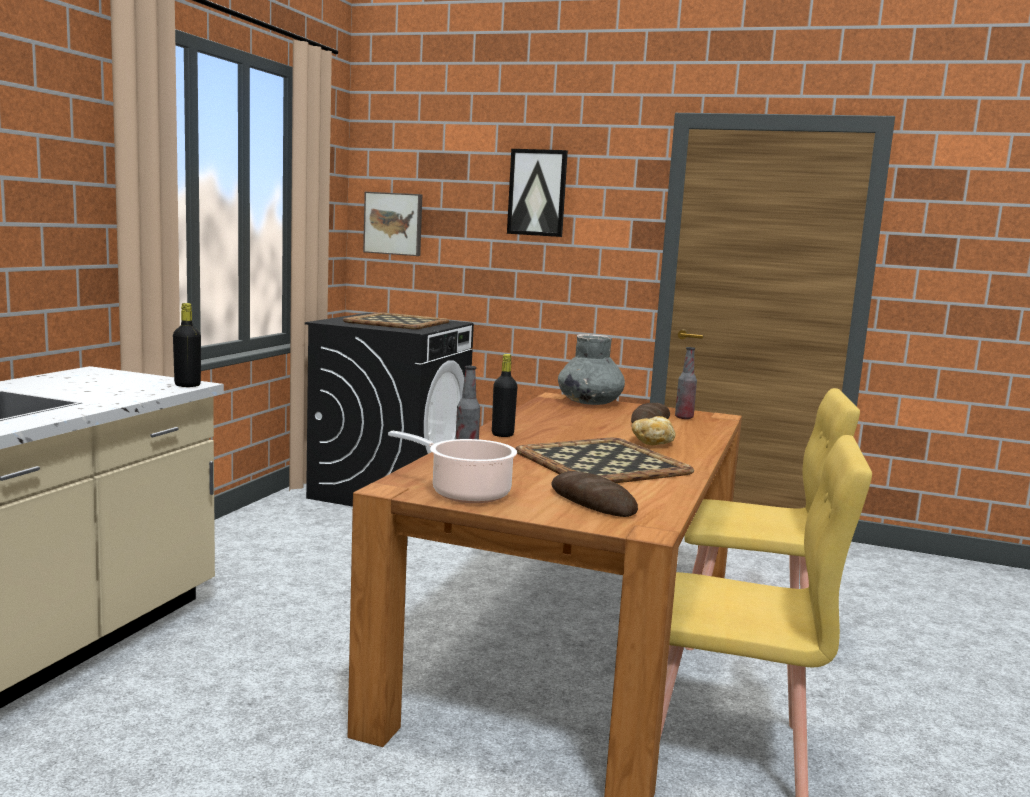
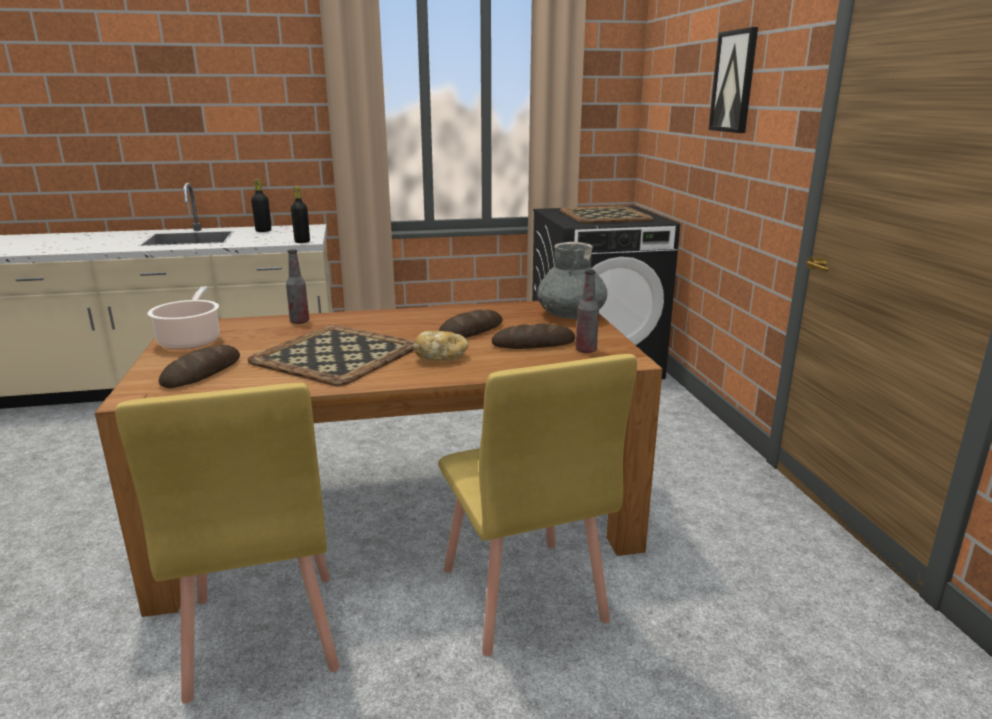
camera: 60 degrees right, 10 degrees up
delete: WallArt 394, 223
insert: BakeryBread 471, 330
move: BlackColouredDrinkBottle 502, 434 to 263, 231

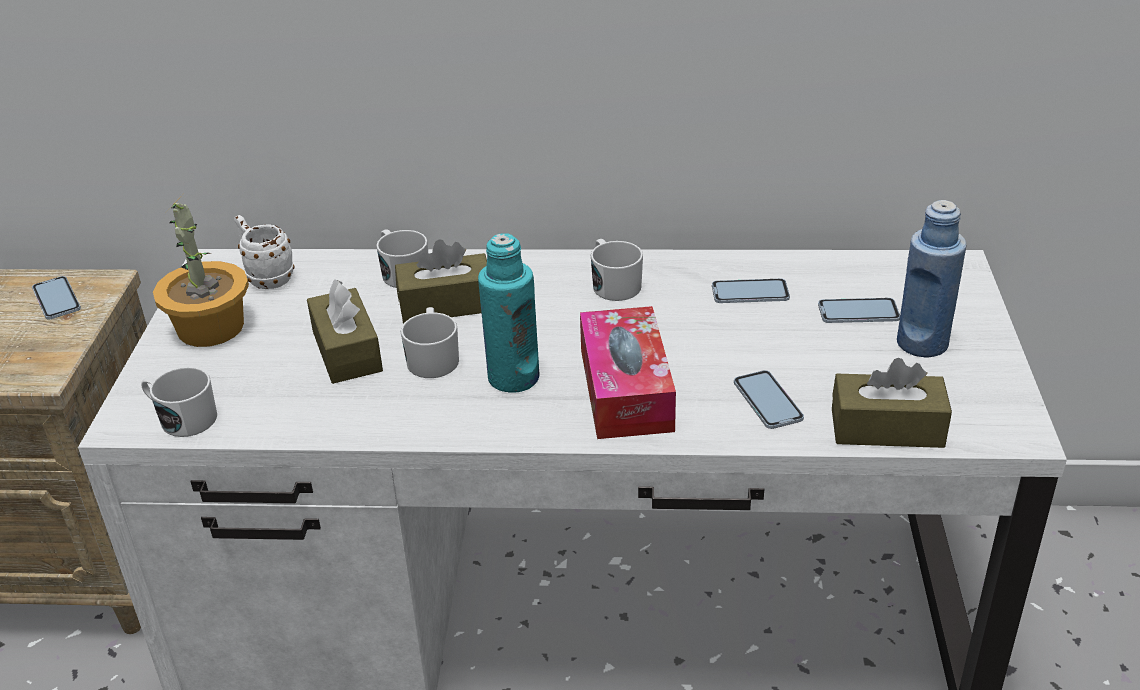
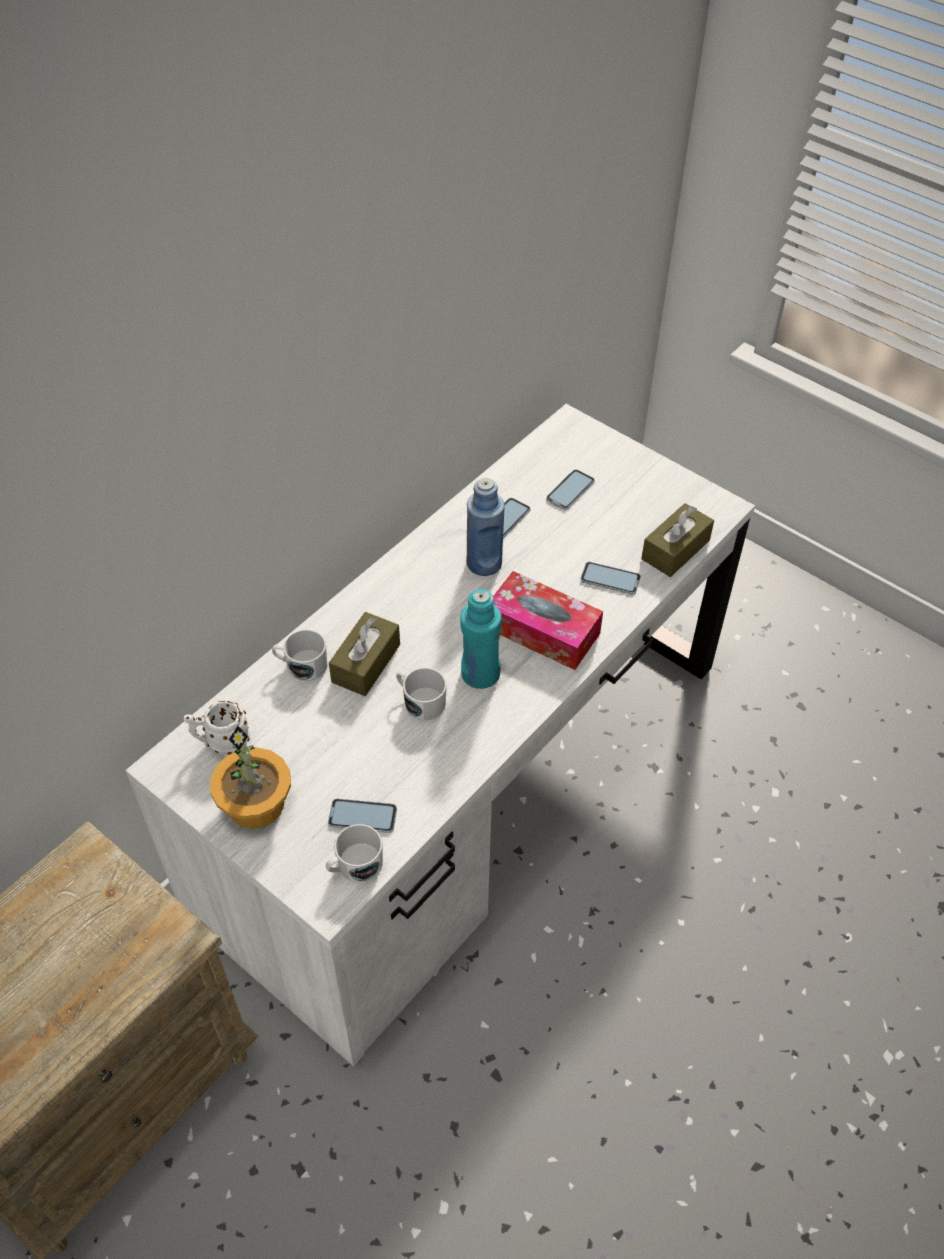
camera: 55 degrees left, 15 degrees up
delete: BrownTissueBox 347, 351; WhiteCoffeeMug 613, 284
move: Telephone 56, 299 to 362, 816; BluishDrinkBottle 922, 343 to 484, 563

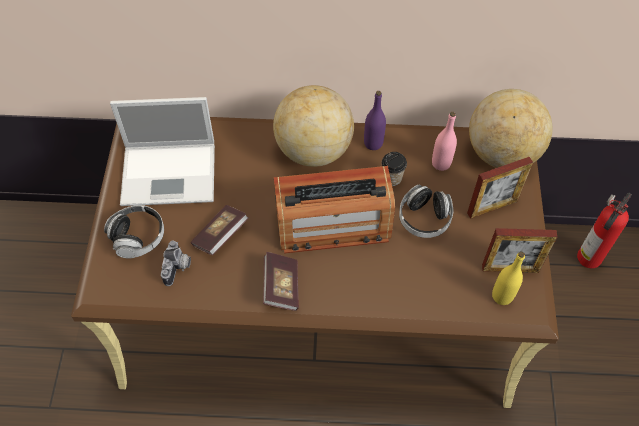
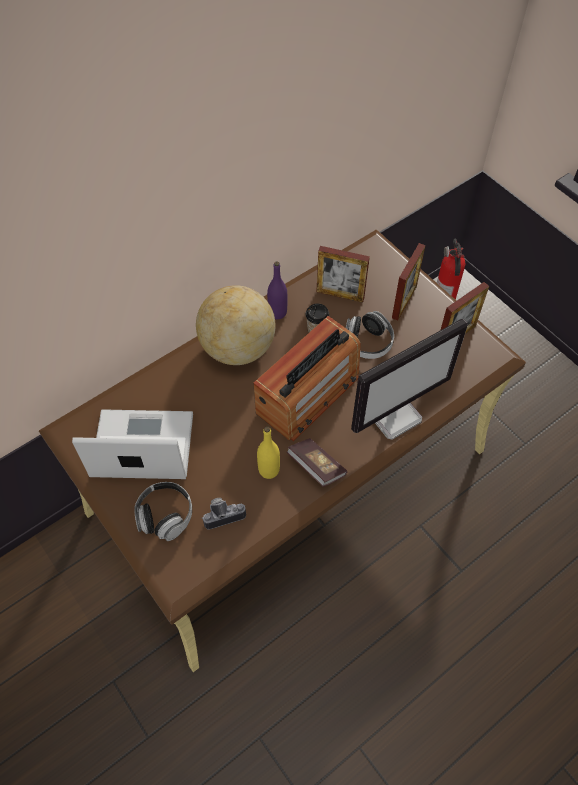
camera: 40 degrees left, 0 degrees up
delete: Volume 220, 236; DeskGlobe 502, 153
insert: Monitor 394, 414
move: YellowishDrinkBottle 502, 296 to 269, 470
replace: PinkDrinkBottle 441, 163 to PhotoFrame 340, 294
rotate: PortableComputer 171, 173 = 140, 446 135 degrees counterclockwise; PhotoCamera 178, 268 = 223, 514 75 degrees counterclockwise

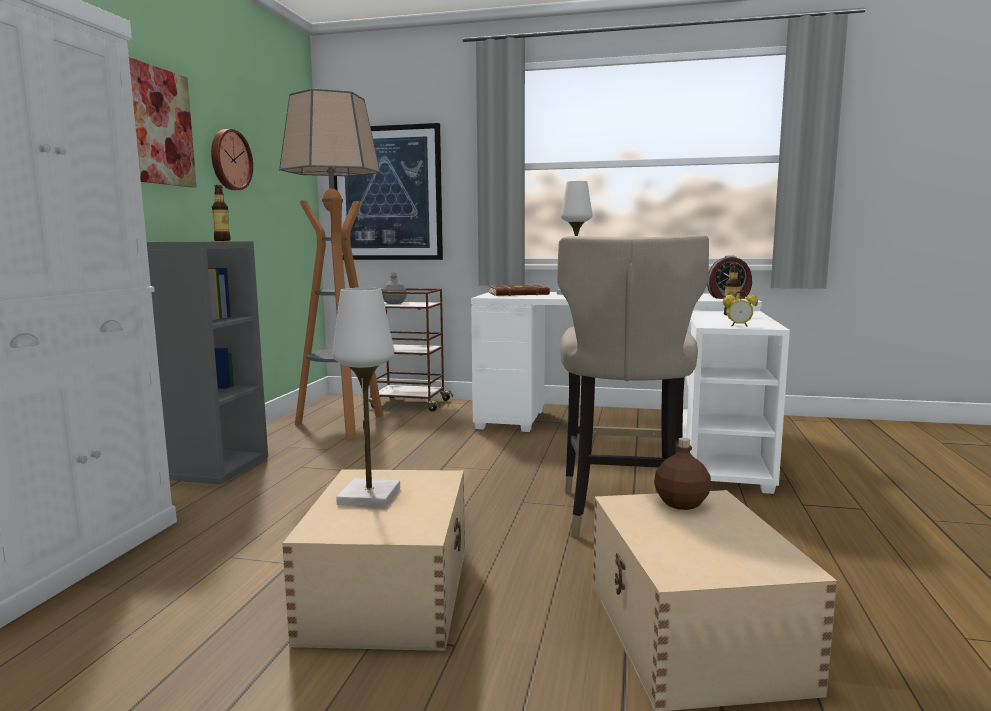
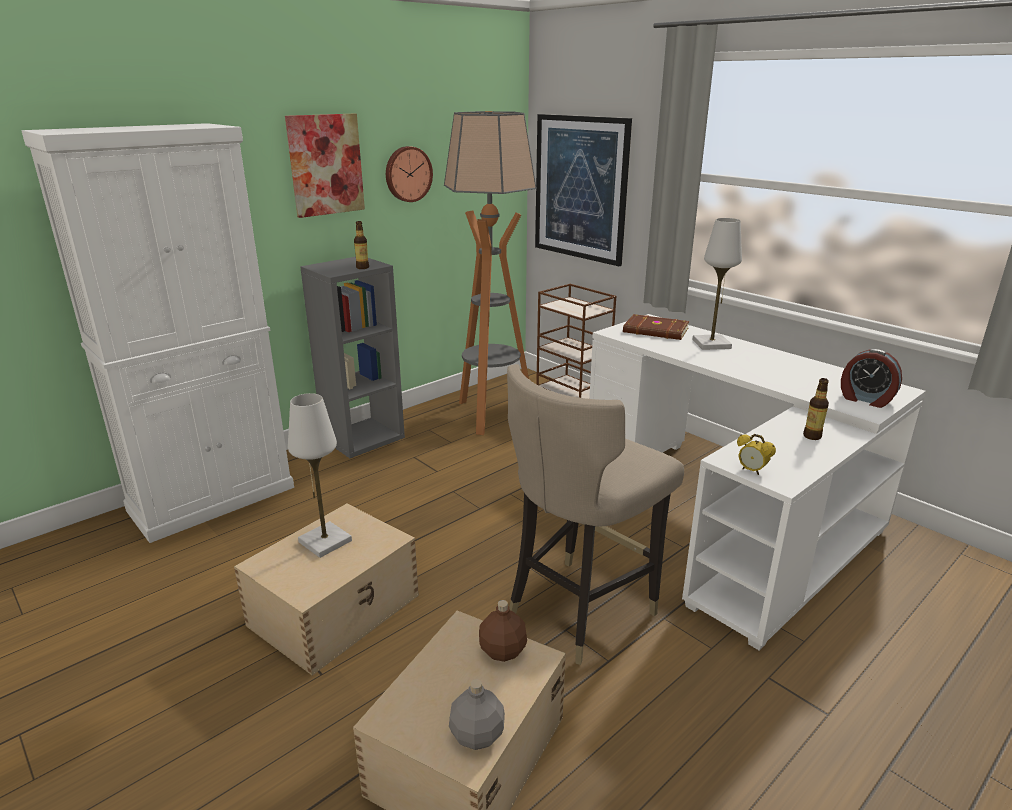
camera: 35 degrees right, 15 degrees up
move: GreyishDrinkBottle 394, 303 to 478, 734

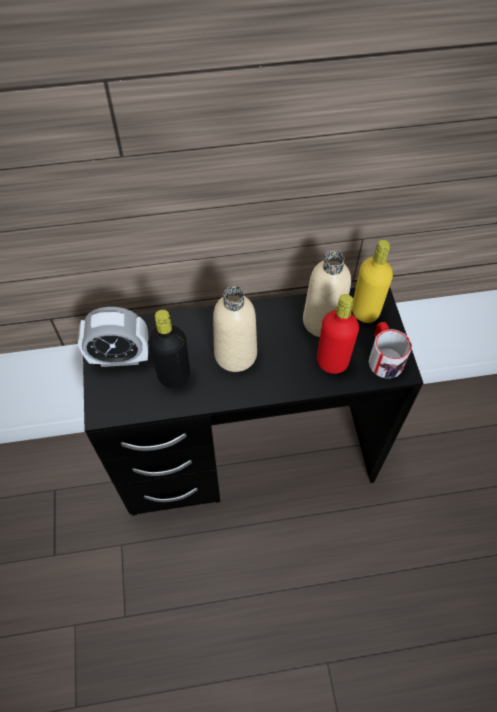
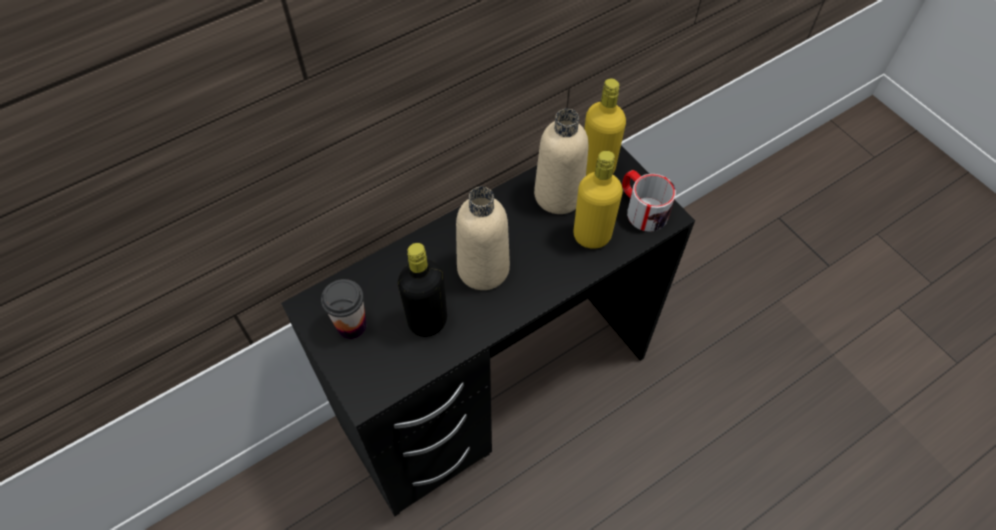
camera: 25 degrees left, 0 degrees up
replace: TableClock 120, 357 to SmallCup 351, 325
recolor: RedColouredDrinkBottle 332, 362 to YellowishDrinkBottle 592, 236

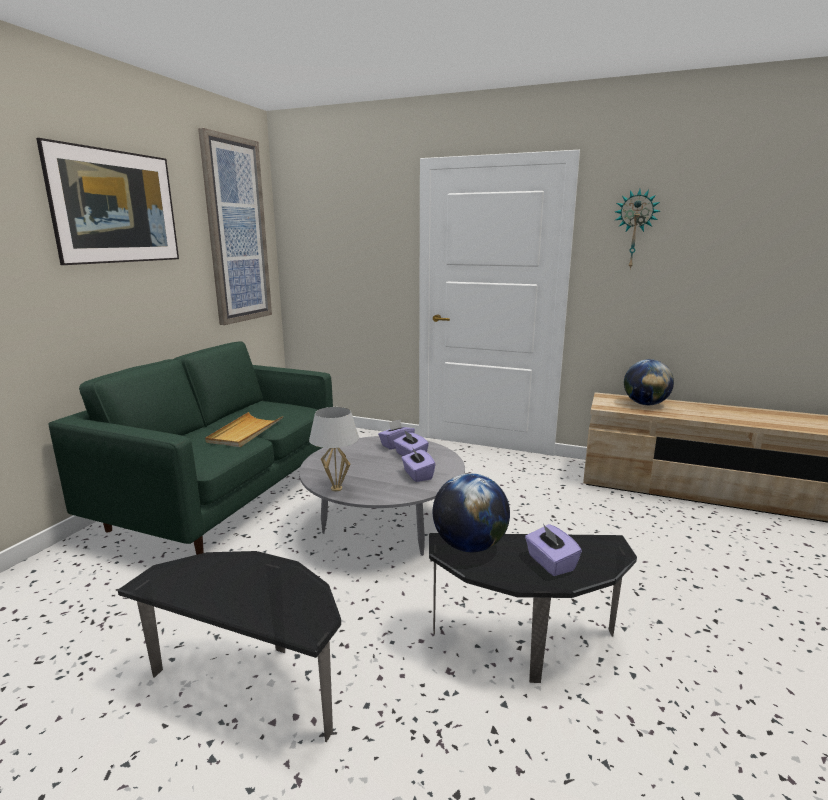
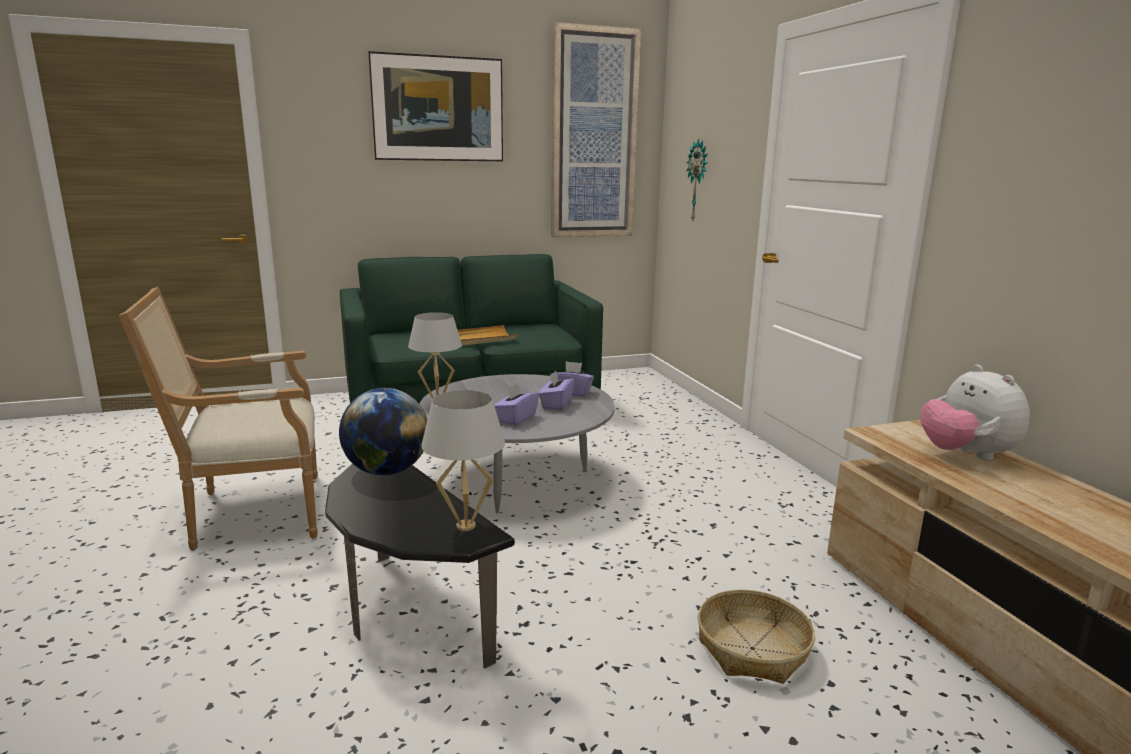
camera: 50 degrees right, 0 degrees up
delete: PurpleColouredTissueBox 550, 563
insert: WhiteLampForATable 466, 526; StorageBasket 753, 649
move: WallClock 634, 229 to 698, 181
replace: SideTable 252, 684 to Armchair 250, 514; DeskGlobe 645, 404 to CuddlyToy 966, 455

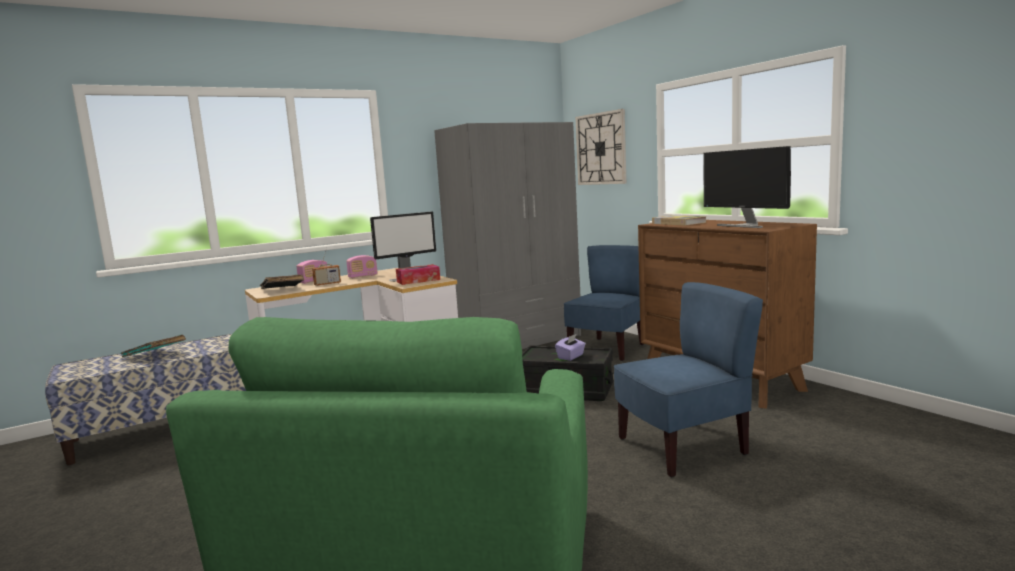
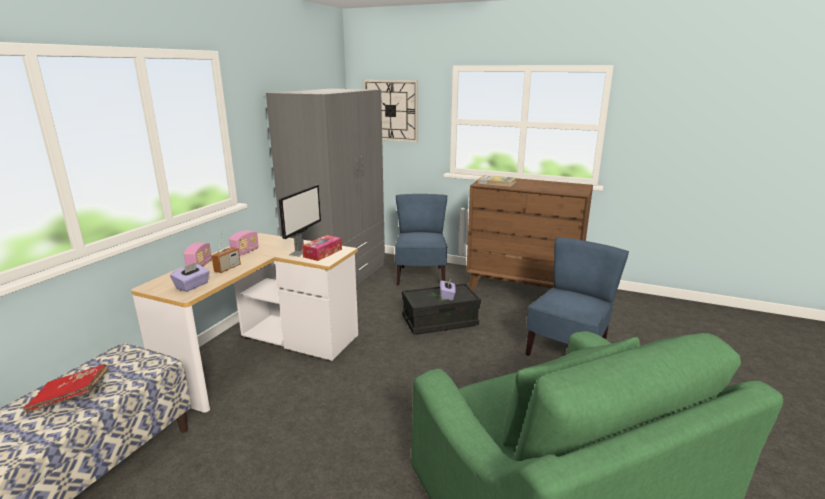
camera: 35 degrees left, 10 degrees up
delete: Monitor 744, 225
replace: BlackColouredVolume 282, 290 to PurpleColouredTissueBox 192, 286
recolor: BlueGreenVolume 155, 355 to RedColouredVolume 71, 397

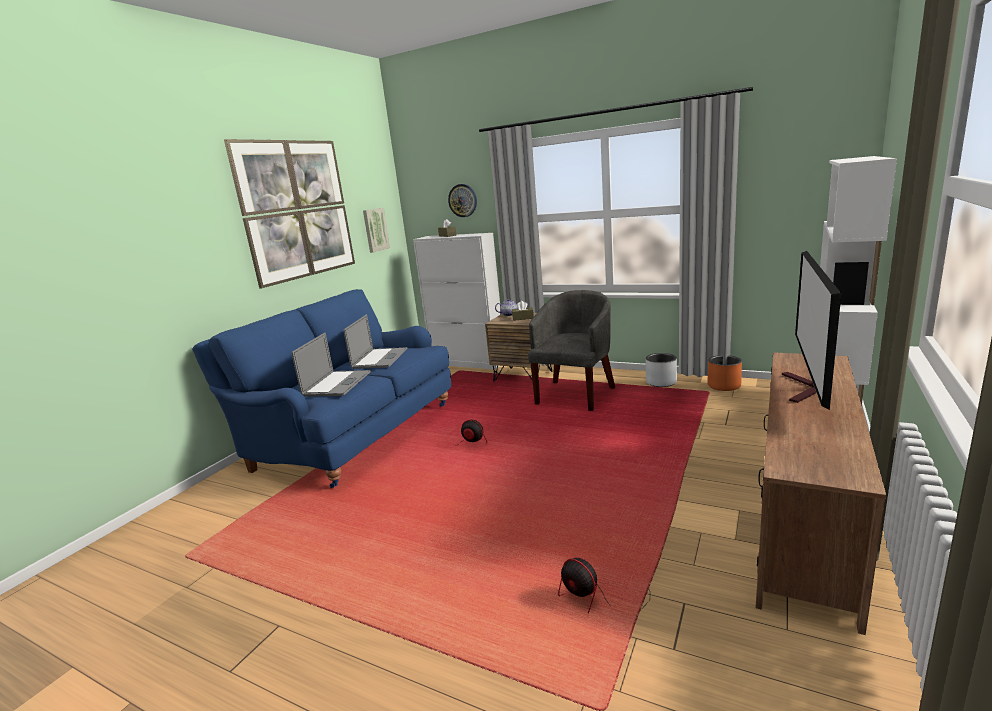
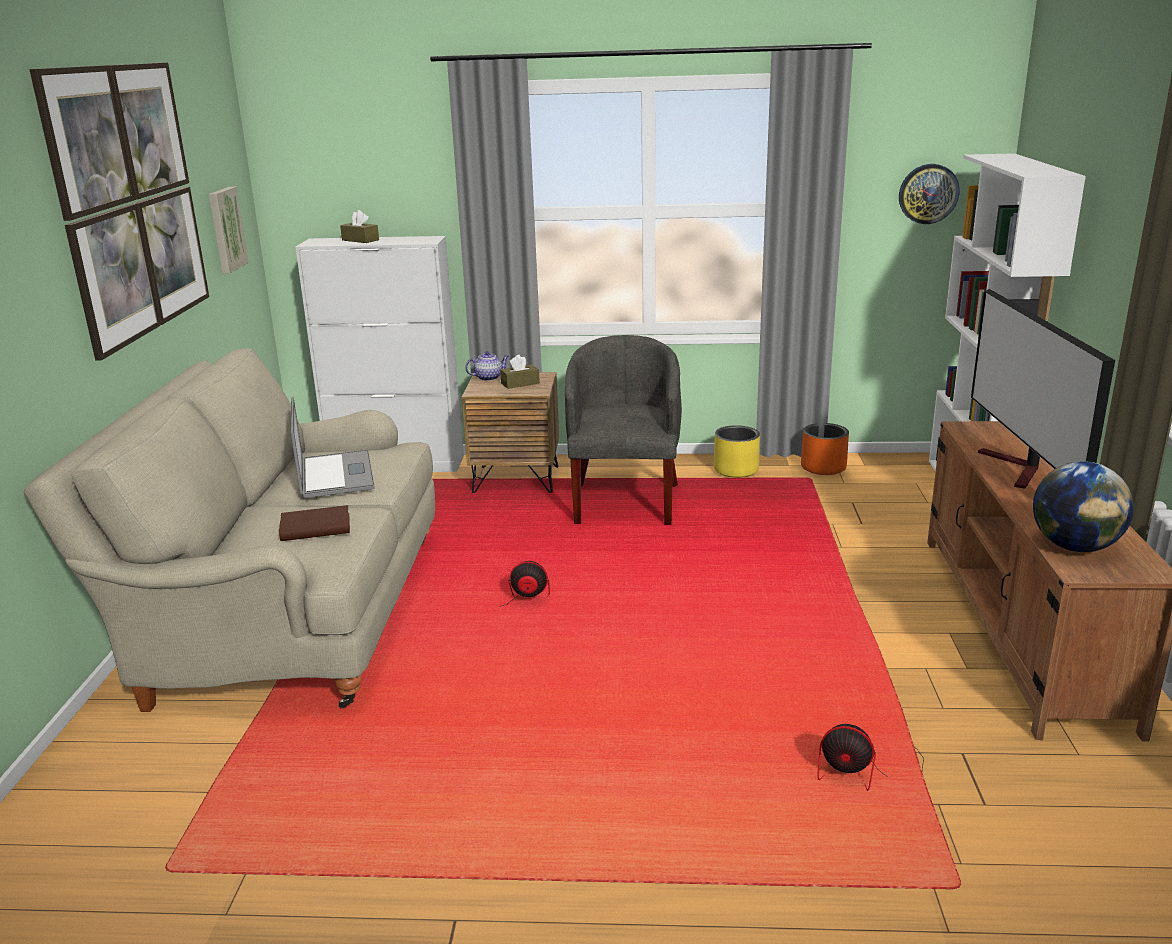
camera: 25 degrees left, 5 degrees up
insert: DeskGlobe 1075, 547
move: WallClock 463, 200 to 928, 193
replace: PortableComputer 337, 384 to BrownVolume 315, 528
recolor: BluishSettee 350, 434 to SandColouredSettee 286, 615; GreyishPlanter 661, 382 to YellowishPlanter 736, 470

